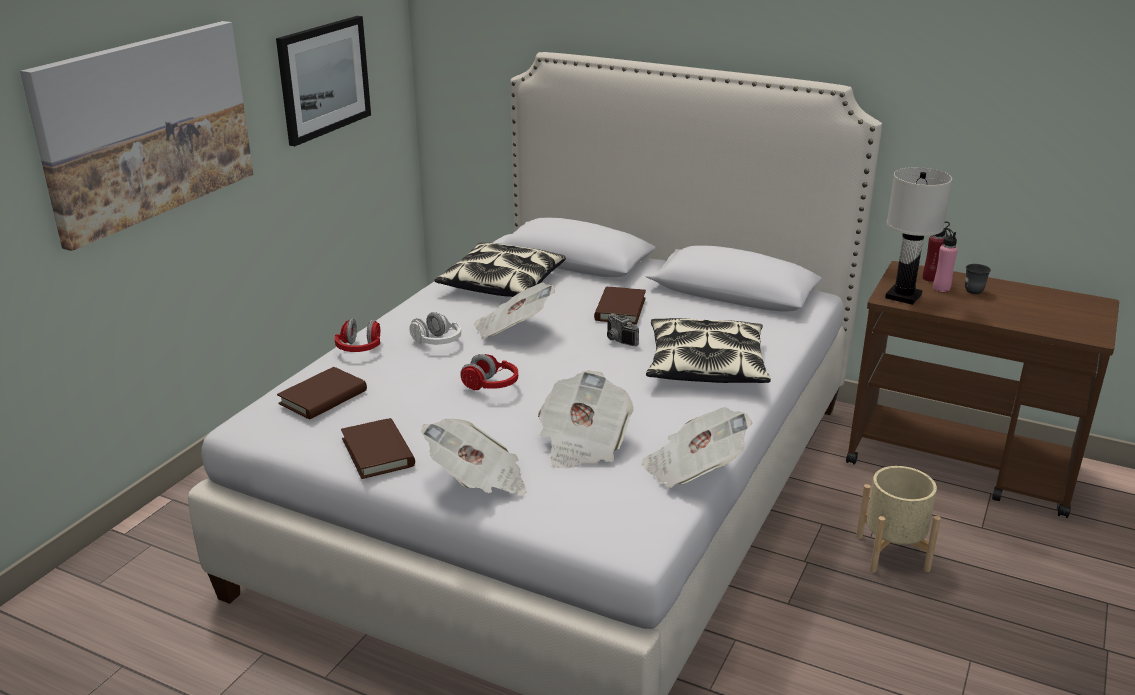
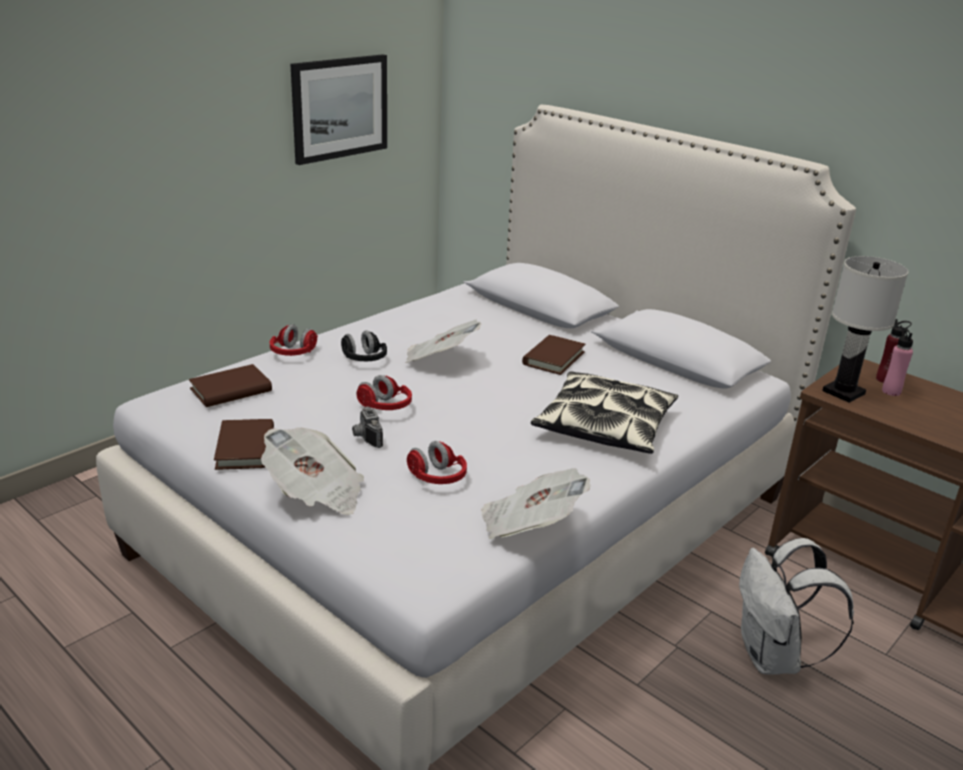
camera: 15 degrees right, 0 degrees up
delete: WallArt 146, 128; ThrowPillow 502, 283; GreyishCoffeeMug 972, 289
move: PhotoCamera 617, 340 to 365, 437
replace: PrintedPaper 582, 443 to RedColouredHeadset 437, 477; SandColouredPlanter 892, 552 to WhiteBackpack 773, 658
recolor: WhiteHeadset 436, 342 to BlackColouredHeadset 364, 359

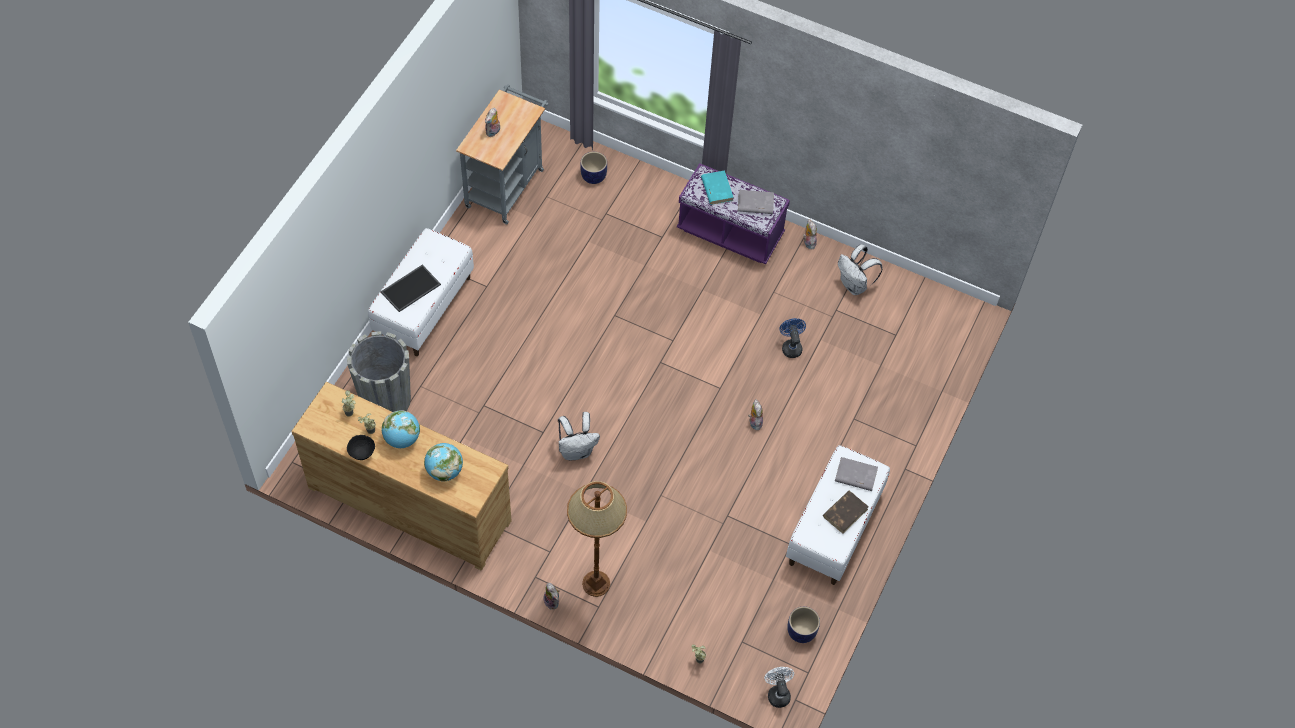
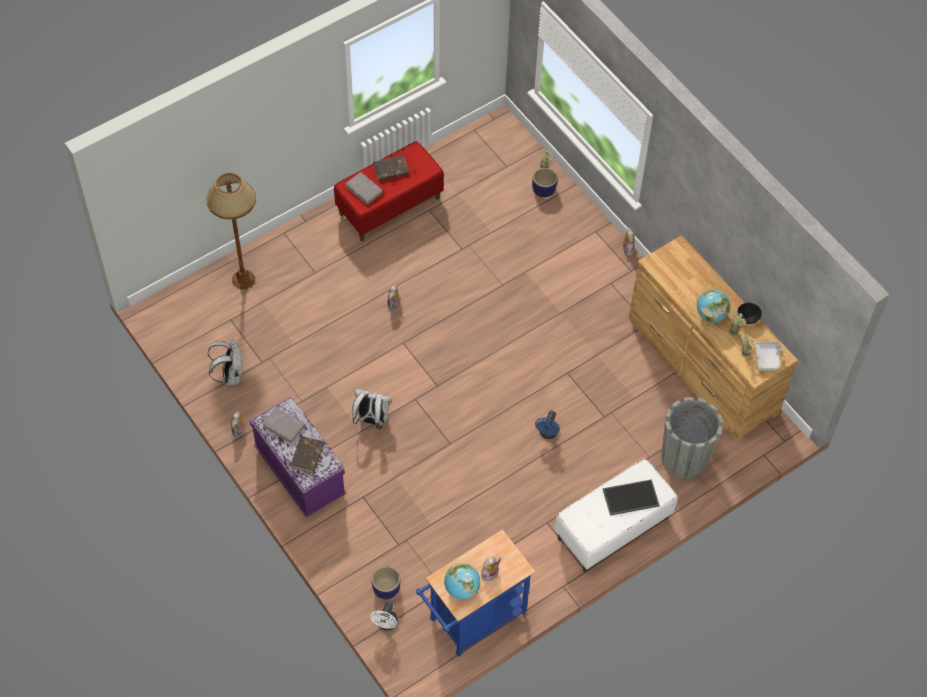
camera: 150 degrees left, 0 degrees up
insert: GreyishCarryingTray 767, 358
move: BrownStandingLamp 596, 584 to 243, 279; WhiteBackpack 577, 451 to 371, 420; WhiteElectricFan 777, 693 to 386, 624; DeskGlobe 444, 471 to 462, 589; Planter 801, 631 to 543, 190; BluishElectricFan 791, 346 to 547, 434
recolor: BlueGreenVolume 716, 189 to BrownVolume 307, 456; WhiteLongSeat 834, 529 to RedColouredLongSeat 389, 205; GreyishCart 507, 184 to BluishCart 472, 620

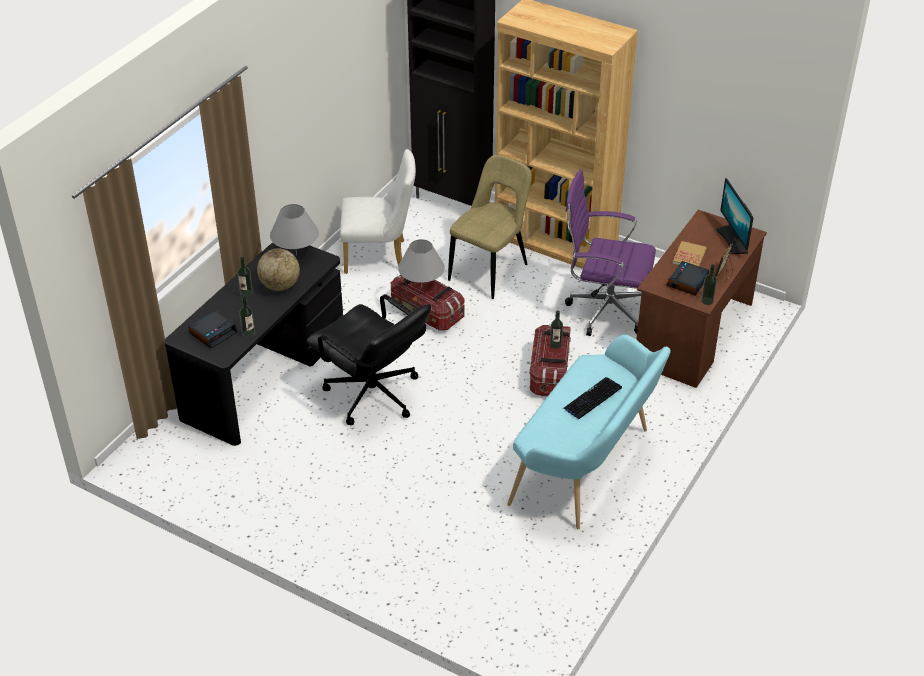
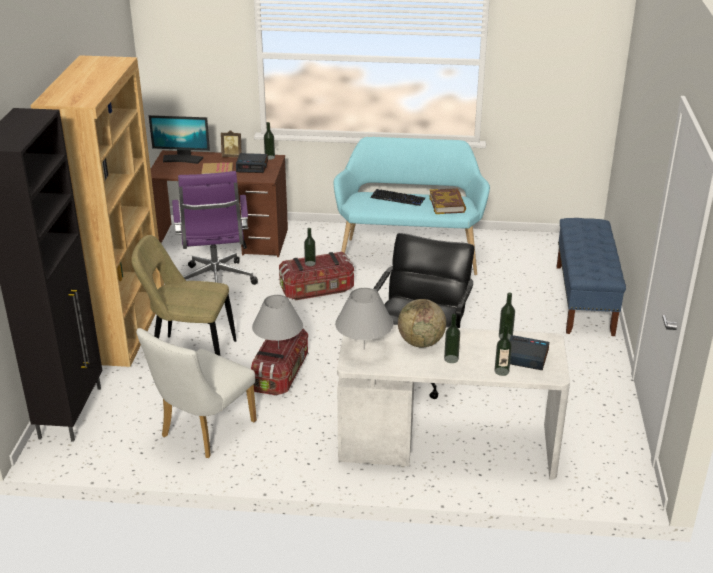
camera: 115 degrees left, 10 degrees down
insert: Volume 447, 204; DrinkBottle 501, 371; BluishLongSeat 584, 300
recolor: BlackColouredDeskUnit 264, 375 to WhiteDeskUnit 447, 445
rotate: WhiteUprightChair 380, 256 = 203, 432 120 degrees counterclockwise; Monitor 733, 240 = 182, 159 45 degrees clockwise

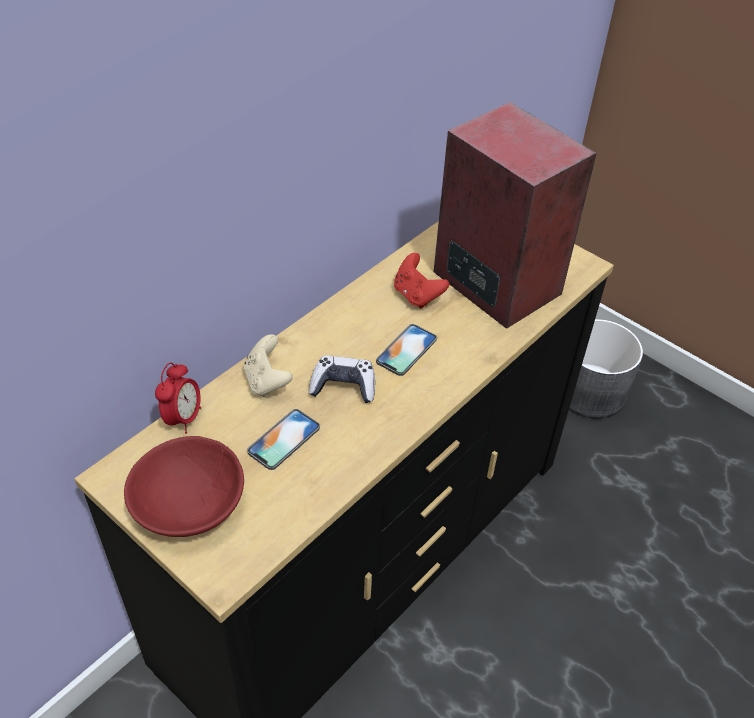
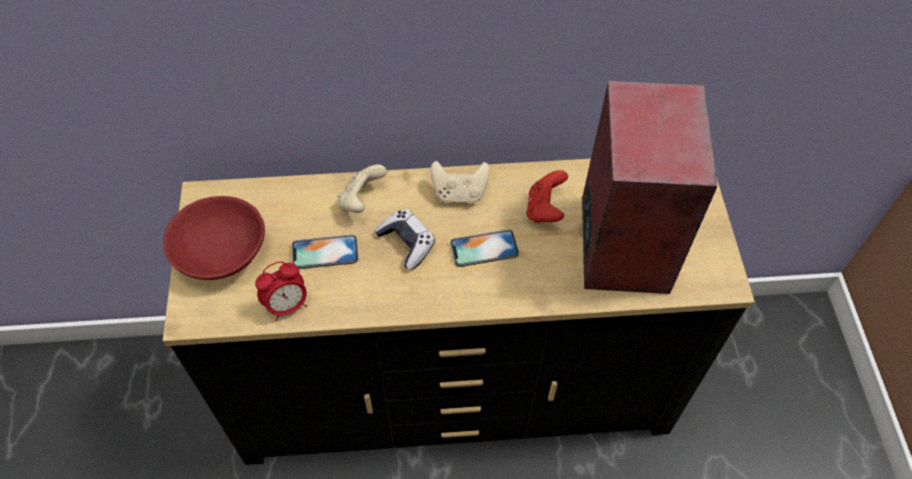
camera: 45 degrees right, 10 degrees up
delete: GreyishPlanter 590, 392
insert: SandColouredJoypad 459, 193
move: TableClock 183, 418 to 287, 305

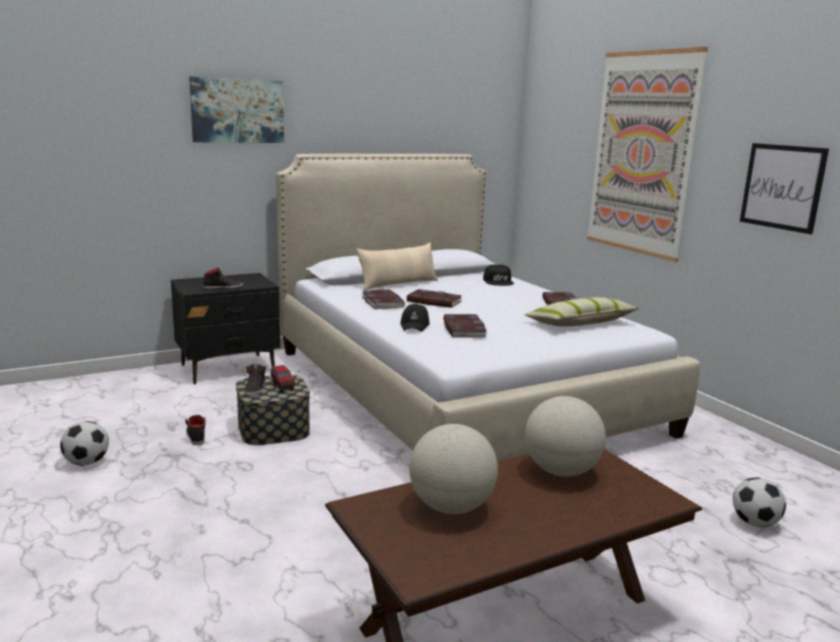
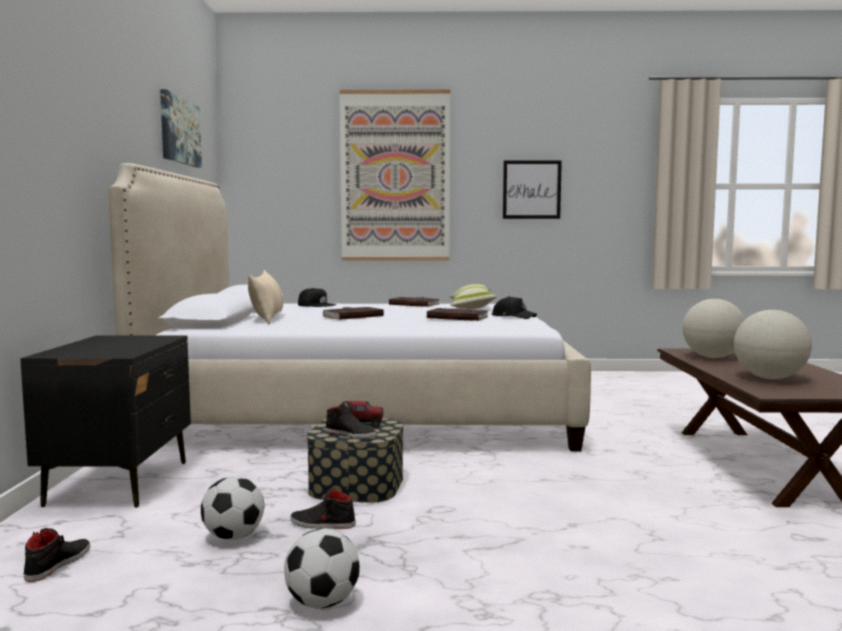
camera: 60 degrees left, 10 degrees down
delete: Volume 383, 302
move: BlackColouredLowShoe 223, 287 to 57, 564; WallArt 237, 111 to 179, 131; BallForFootball 754, 523 to 233, 537; BlackColouredCap 415, 325 to 513, 317

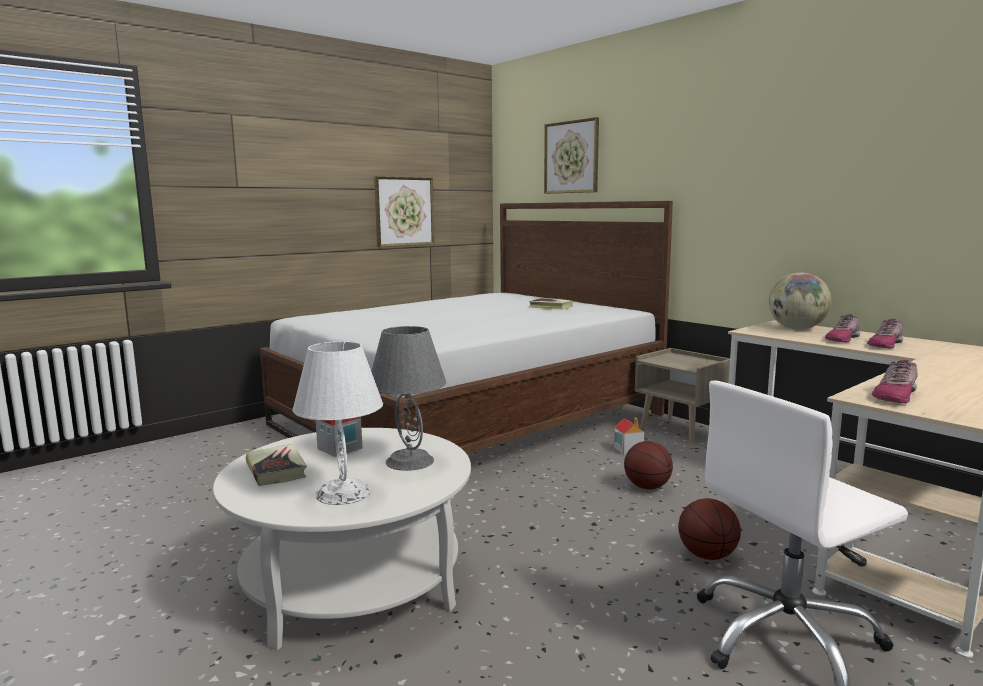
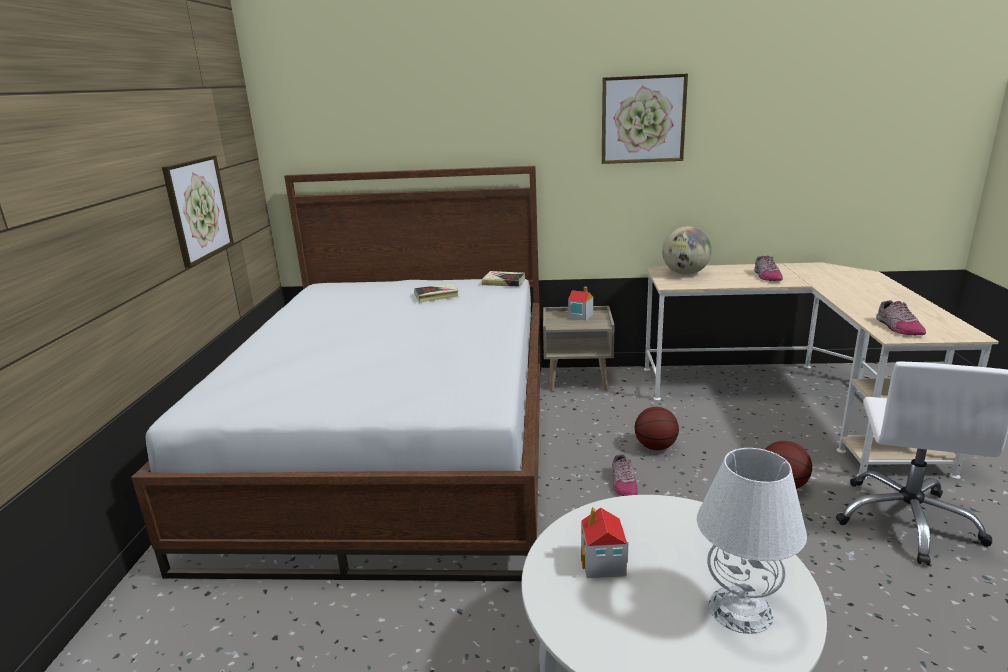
camera: 45 degrees left, 10 degrees up
delete: GreyishLampForATable 410, 461
move: Volume 276, 470 to 503, 282; ToyHouse 628, 449 to 580, 316; WallArt 571, 157 to 643, 119; LowShoe 842, 339 to 623, 483

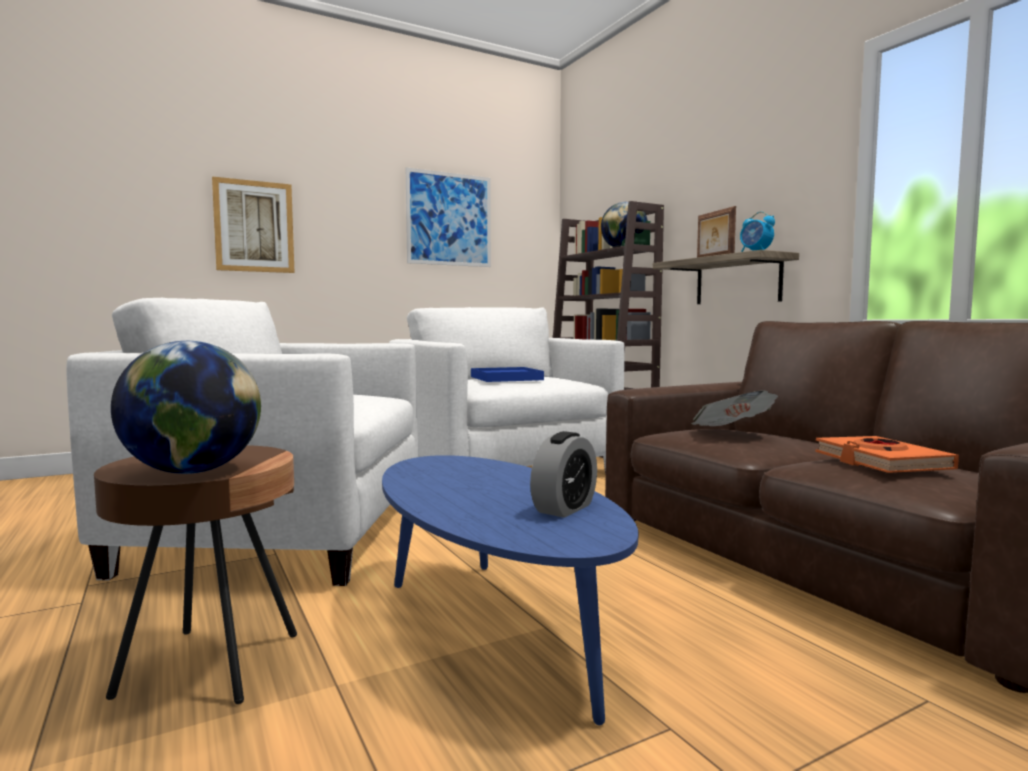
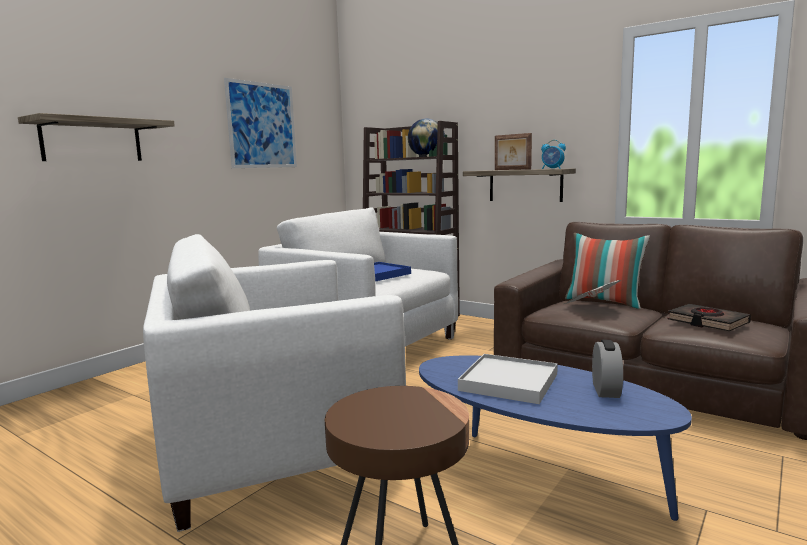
camera: 25 degrees left, 5 degrees up
delete: DeskGlobe 193, 472
insert: WhiteCarryingTray 509, 382; ThrowPillow 604, 302
replace: WallArt 254, 226 to WallShelf 92, 140
recolor: OrangeyVolume 881, 462 to BlackColouredVolume 707, 322

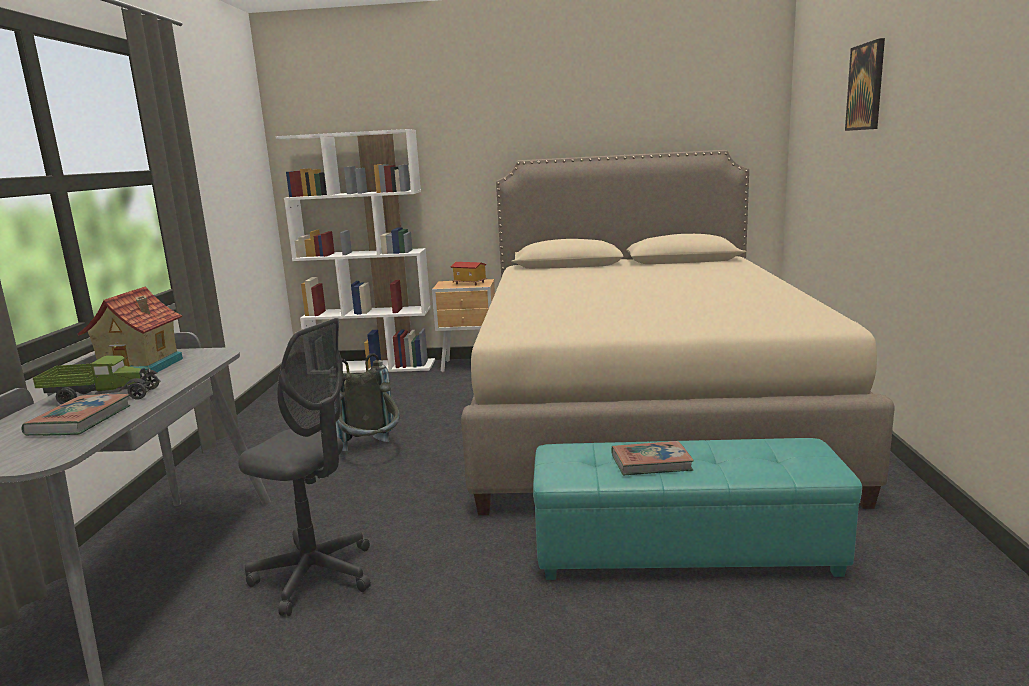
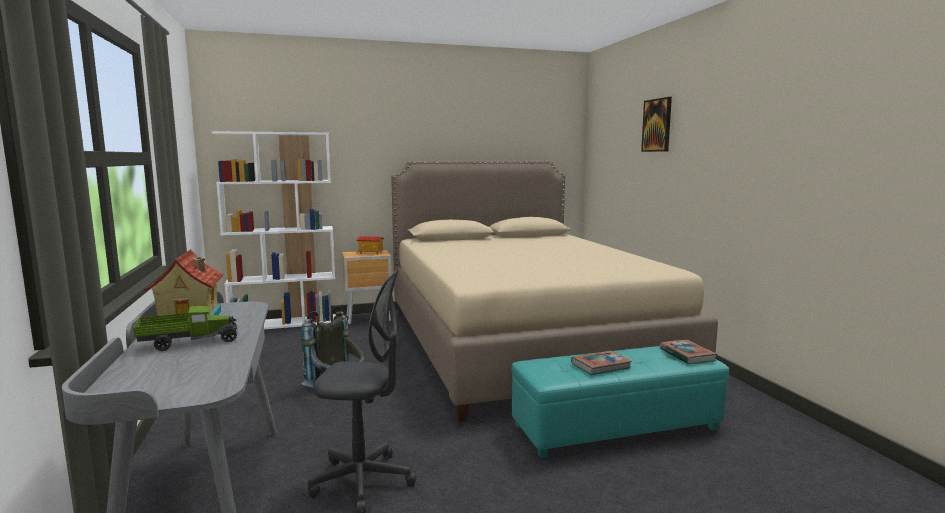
camera: 20 degrees left, 5 degrees down
move: Volume 80, 421 to 687, 355

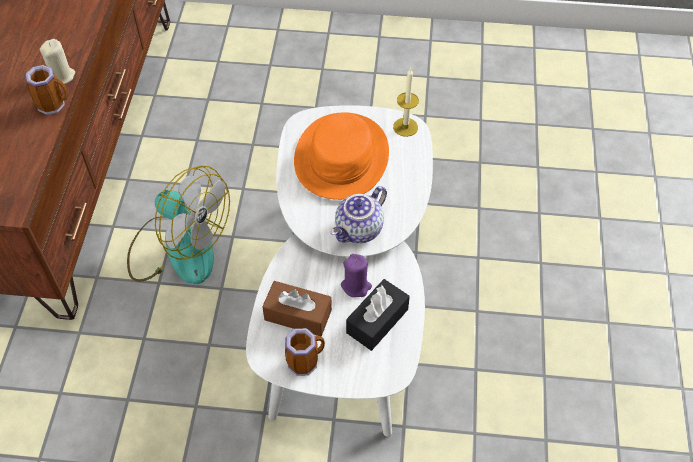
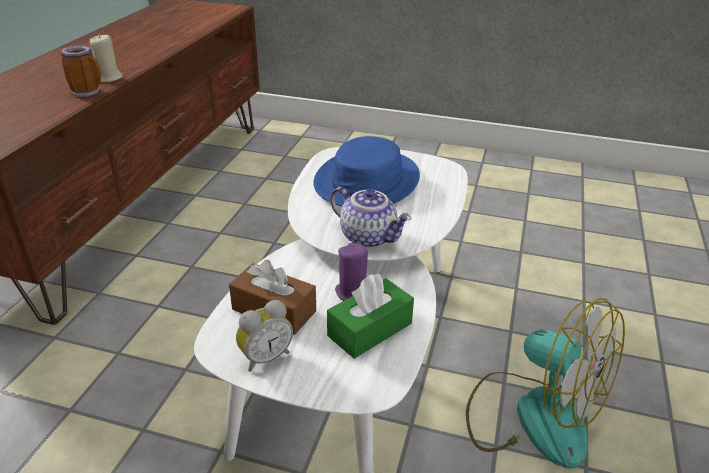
camera: 10 degrees right, 20 degrees down
delete: WaxCandle 405, 127
move: ElectricFan 178, 248 to 533, 415
replace: CoffeeMug 305, 361 to TableClock 265, 357
recolor: OrangeyClothingHat 342, 157 to BluishClothingHat 367, 181; BlackColouredTissueBox 377, 321 to GreenTissueBox 370, 329
rotate: TeaPot 359, 230 = 369, 237 105 degrees counterclockwise

